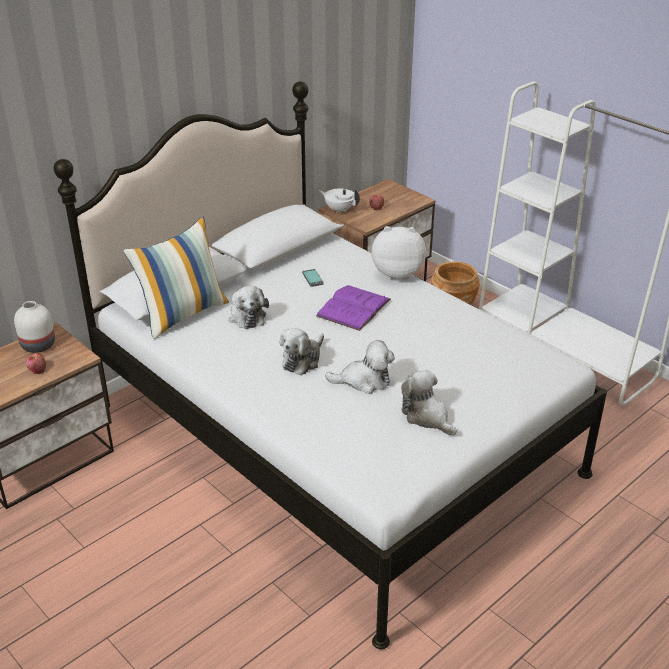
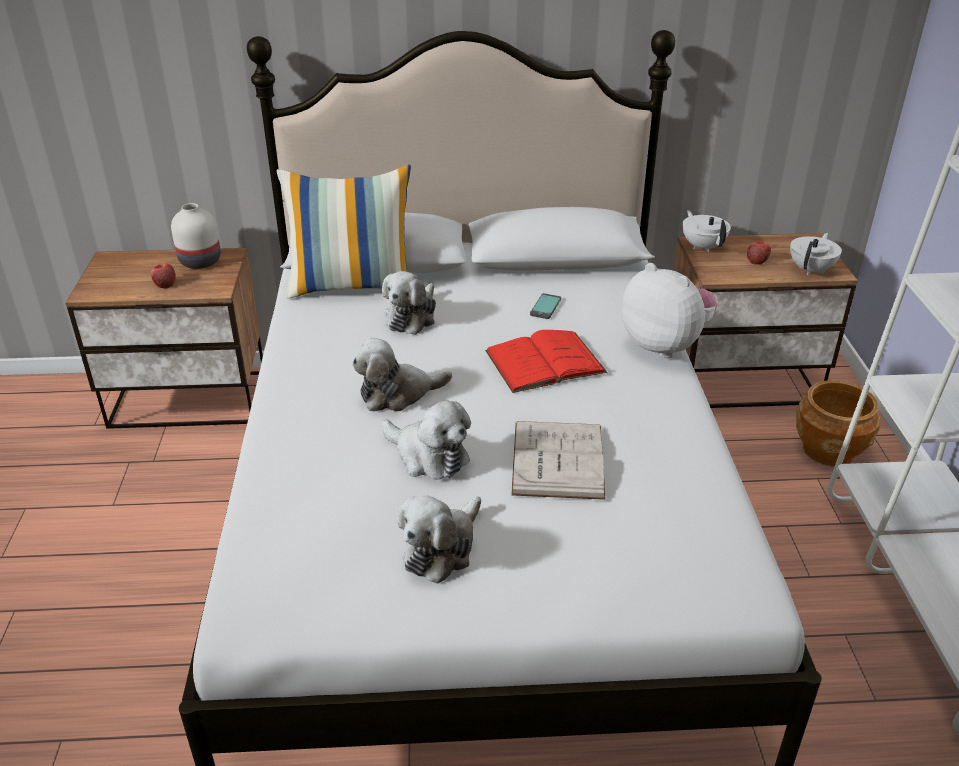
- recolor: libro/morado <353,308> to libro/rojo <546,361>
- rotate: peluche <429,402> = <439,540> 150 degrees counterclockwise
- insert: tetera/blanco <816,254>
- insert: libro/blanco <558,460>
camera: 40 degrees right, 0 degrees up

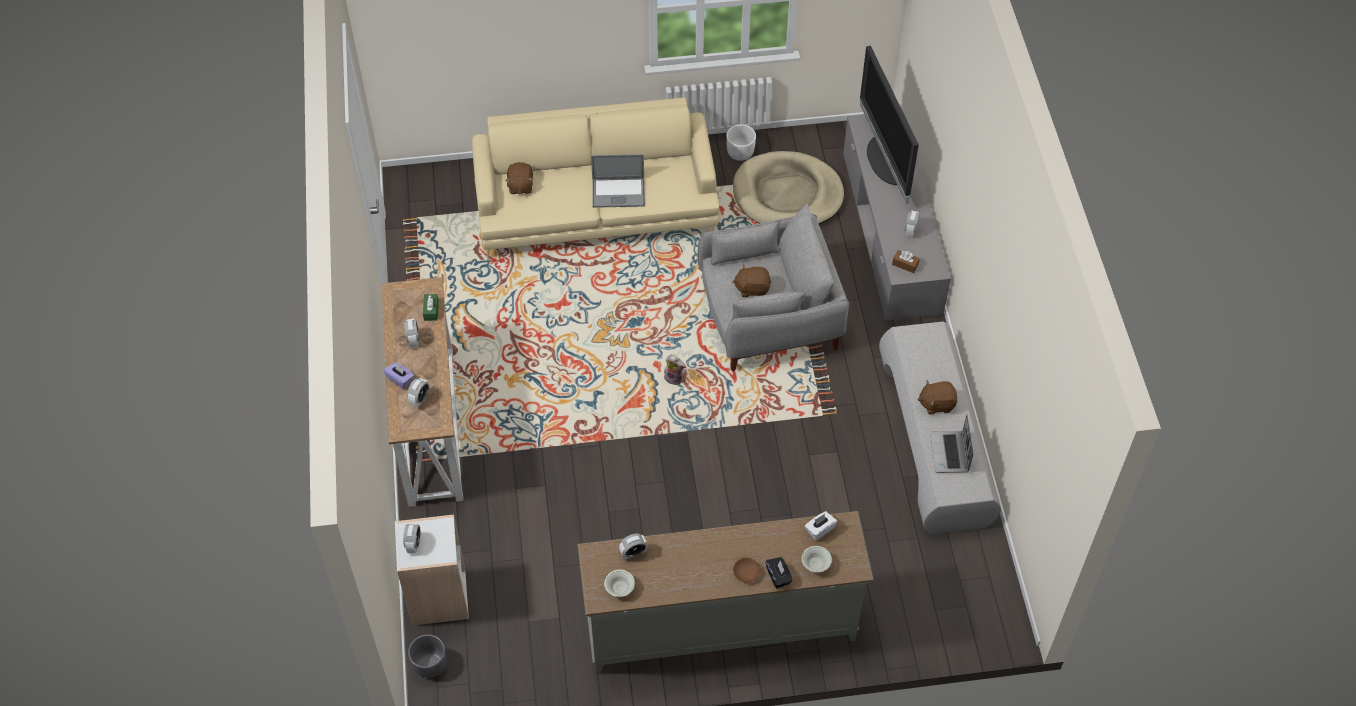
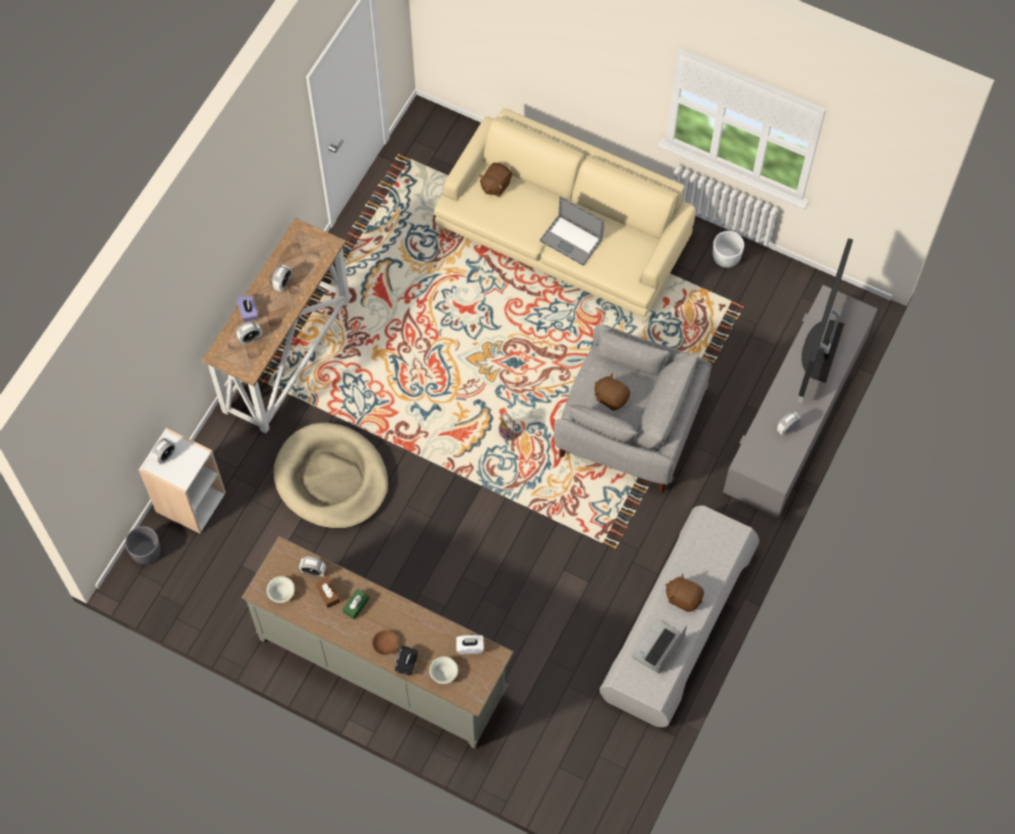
- move: cama para perro/beis <788,188> to <331,475>
- move: caja de pañuelos/marrón <906,261> to <328,592>
- move: caja de pañuelos/verde <431,307> to <356,604>
camera: 35 degrees right, 10 degrees up

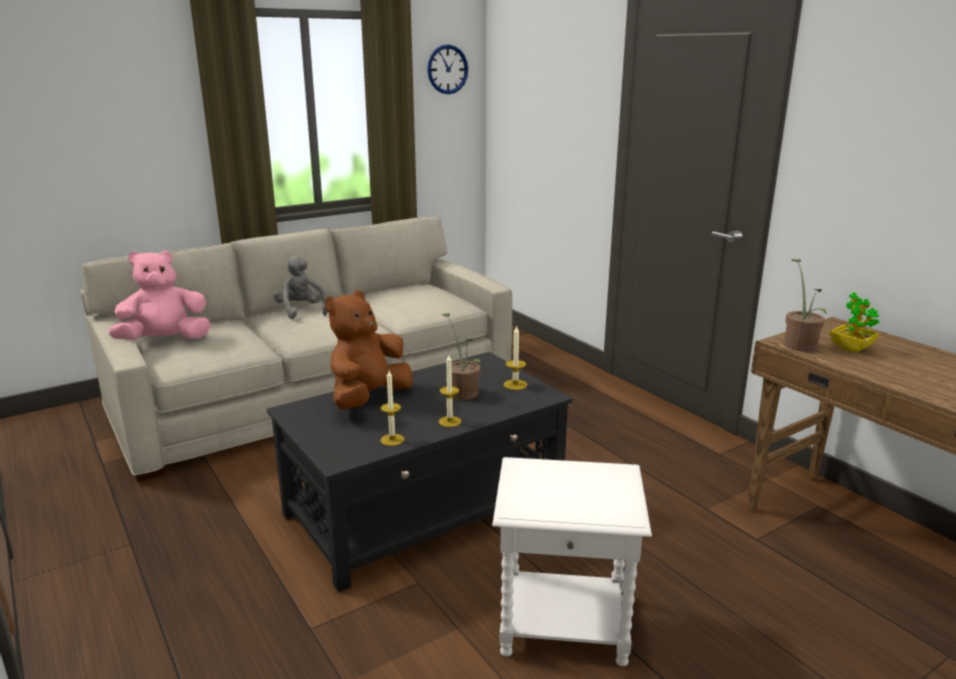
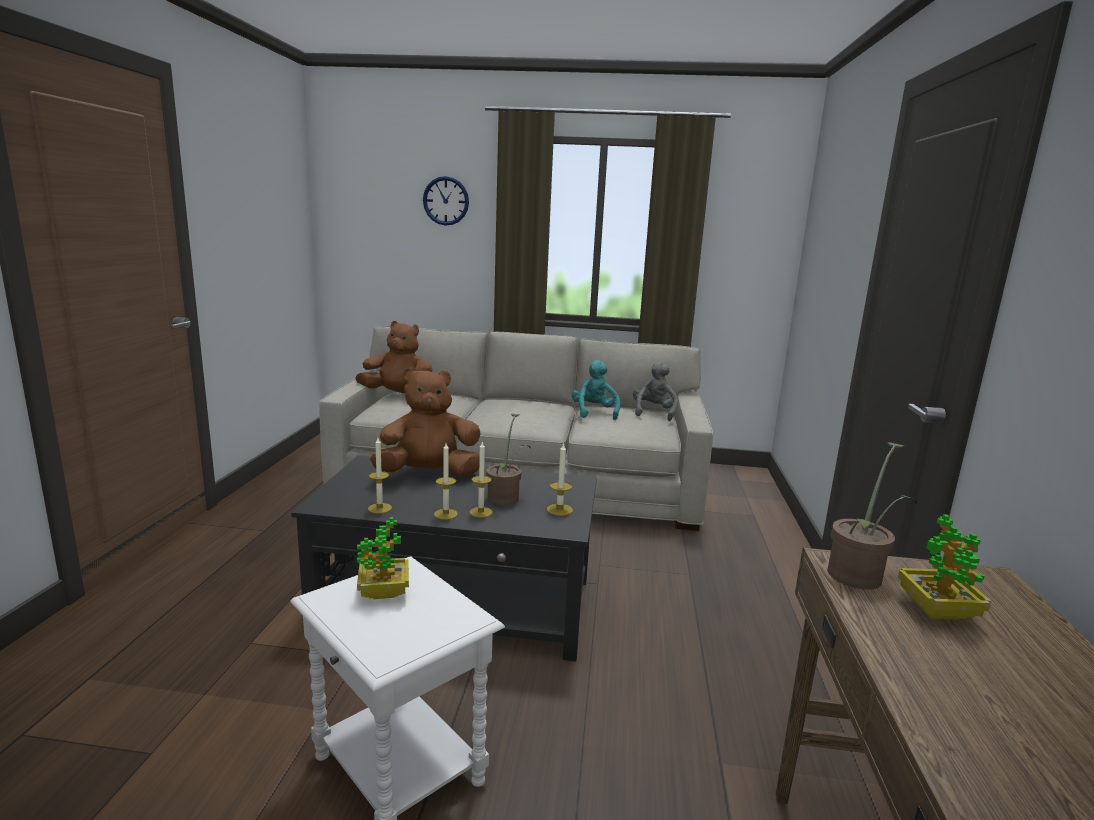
- move: reloj de pared <447,69> to <446,201>
- recolor: peluche/rosa <160,295> to peluche/marrón <394,357>
- move: peluche/gris <300,287> to <655,391>
- insert: peluche/turquesa <595,390>
- insert: vela <481,479>
- insert: planta en maceta <383,558>
camera: 40 degrees right, 5 degrees down

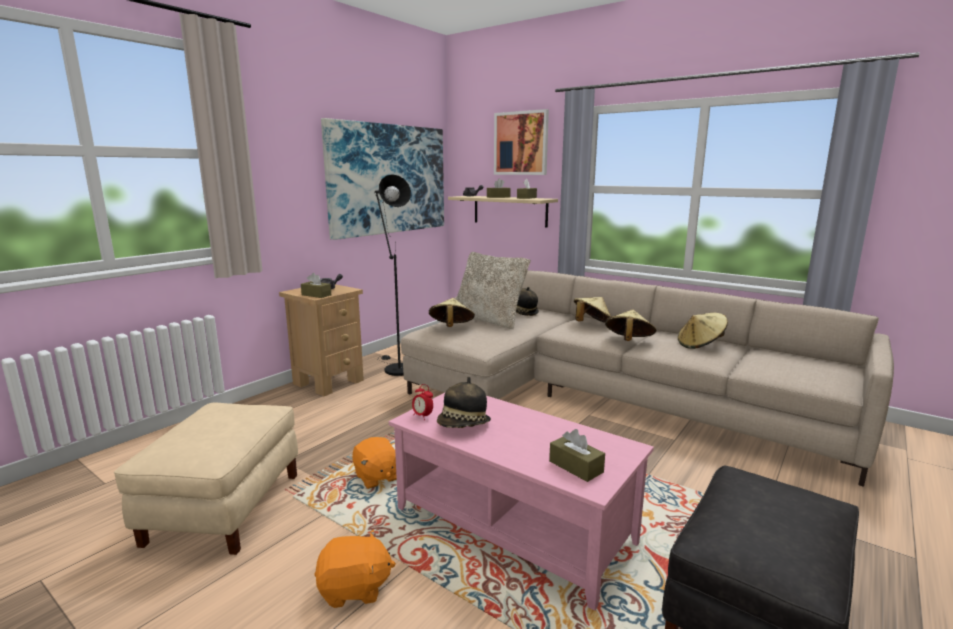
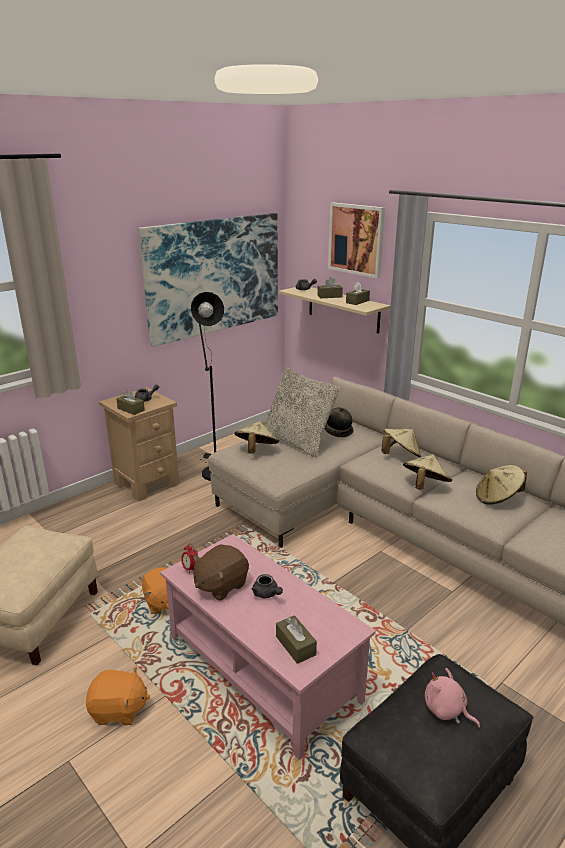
- replace: sombrero <464,402> to peluche/marrón <221,572>
- insert: tetera/gris <267,586>
- insert: peluche/rosa <452,698>
camera: 10 degrees right, 10 degrees up

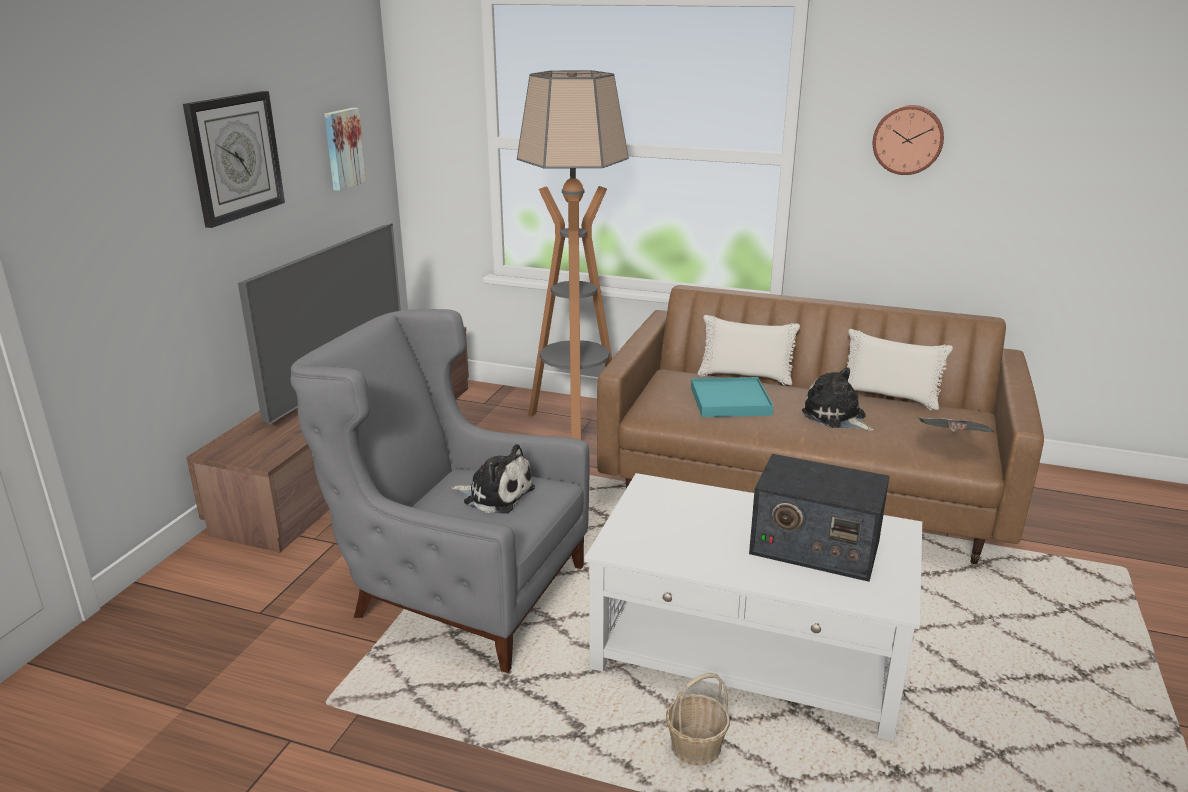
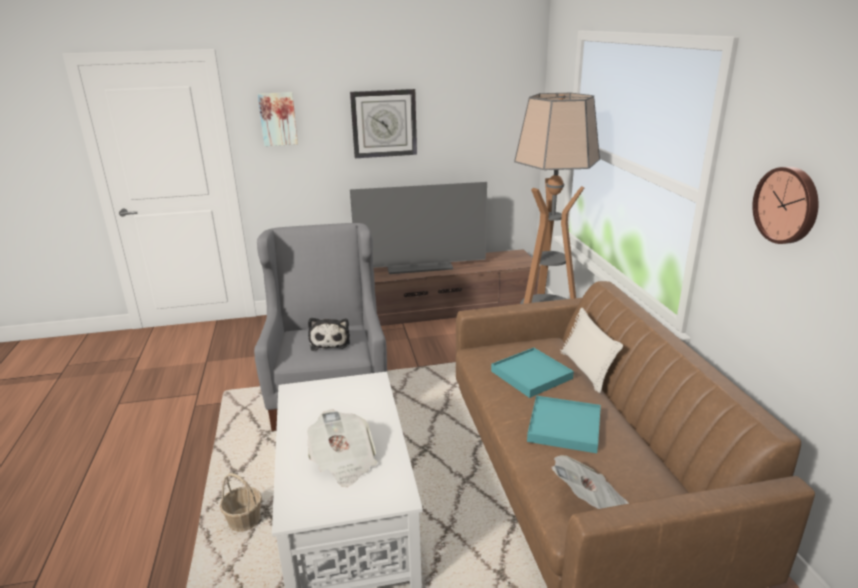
- move: cuadro <345,149> to <278,119>
- delete: cojín/blanco <900,369>
- replace: peluche <838,399> to bandeja/turquesa <564,424>
- replace: radio <819,518> to periódico <342,448>
camera: 60 degrees right, 0 degrees up

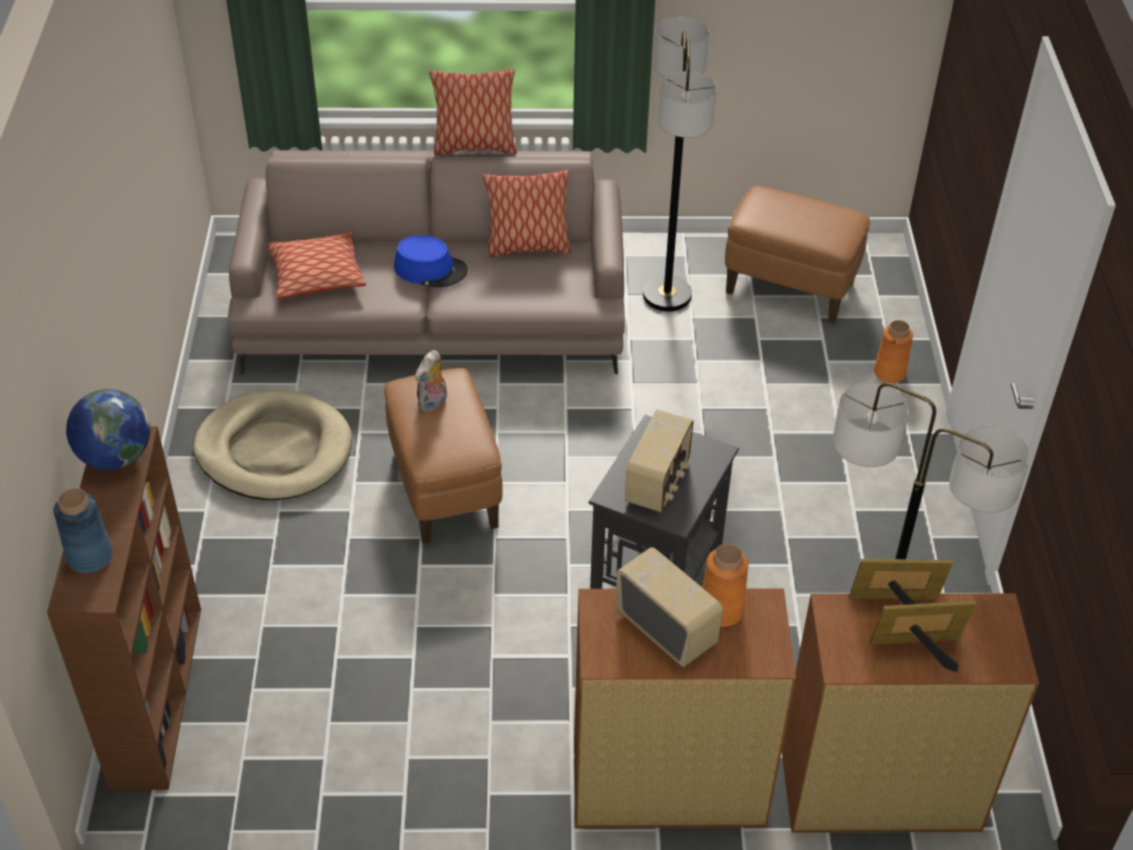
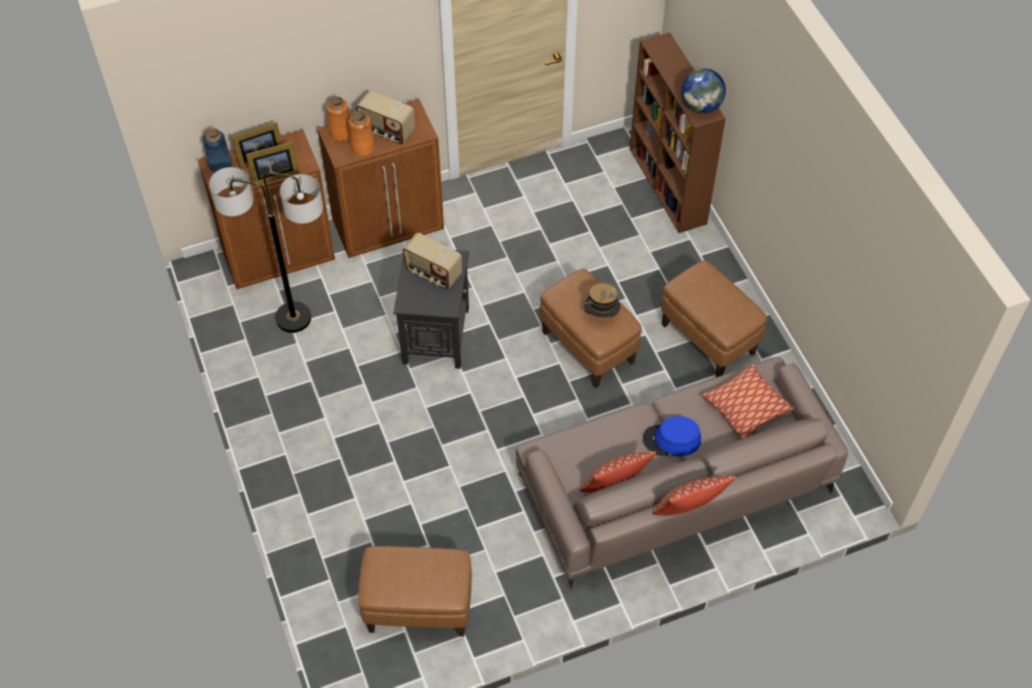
- delete: lámpara de pie <680,164>
- move: florero/naranja <893,351> to <338,118>
- replace: peluche <431,381> to sombrero <602,301>
- replace: cama para perro/beis <272,445> to puf/marrón <714,319>
- rotate: radio <659,461> = <432,261> 60 degrees counterclockwise
- move: florero/azul <83,530> to <217,150>
camera: 160 degrees right, 10 degrees up

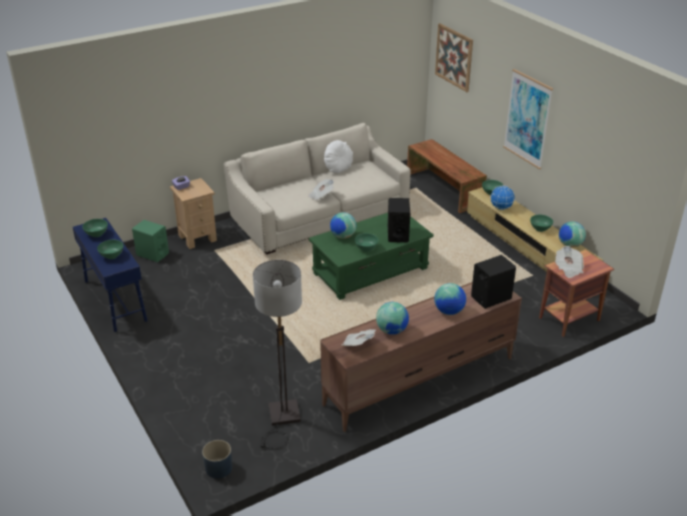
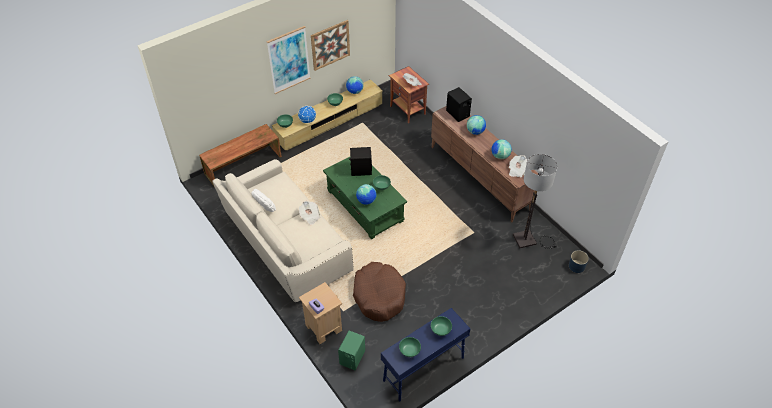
- move: cuadro <454,57> to <330,45>
- insert: cama para perro/marrón <379,292>
camera: 95 degrees left, 15 degrees up

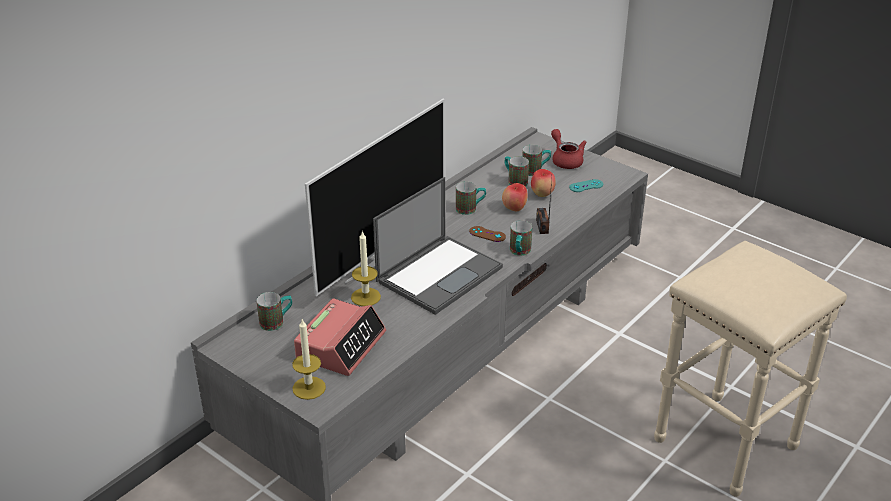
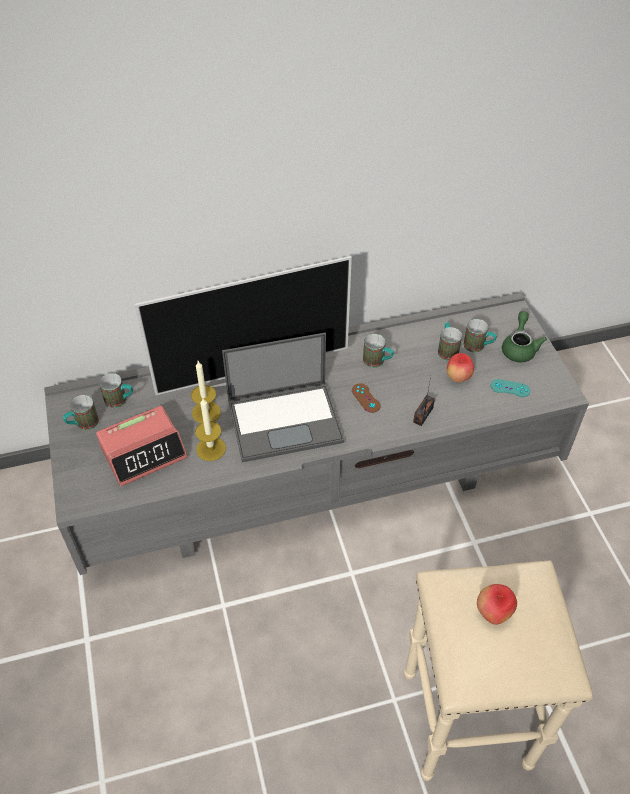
- recolor: tetera/rojo <569,149> to tetera/verde <524,336>
- move: manzana <515,197> to <497,604>
- move: taza grande <521,238> to <81,412>
- move: vela <309,359> to <210,429>
camera: 35 degrees right, 15 degrees up

